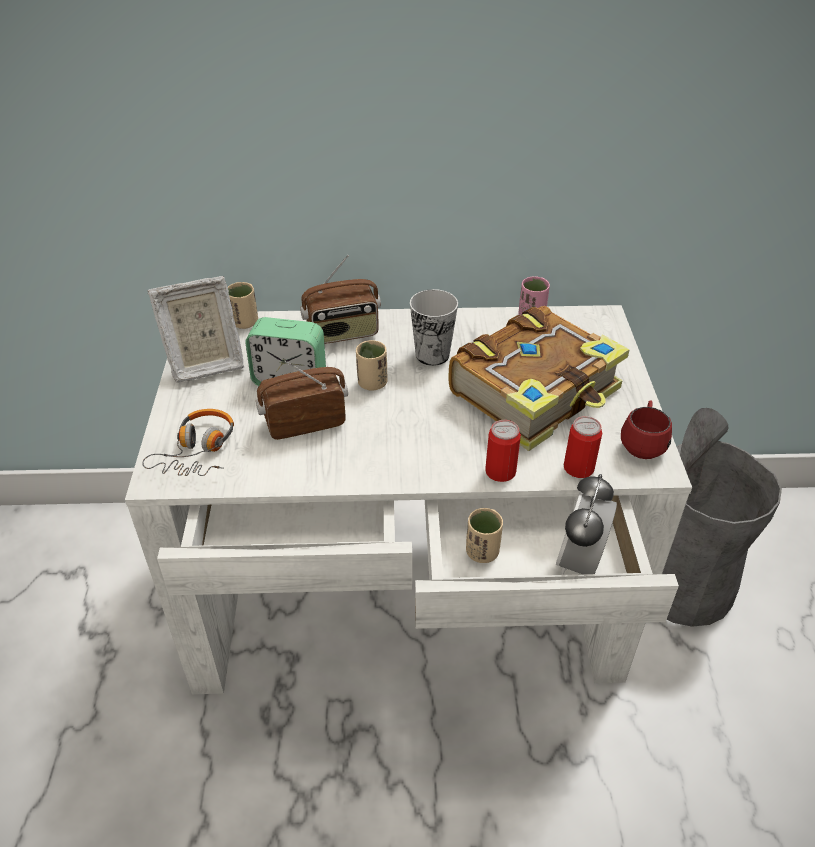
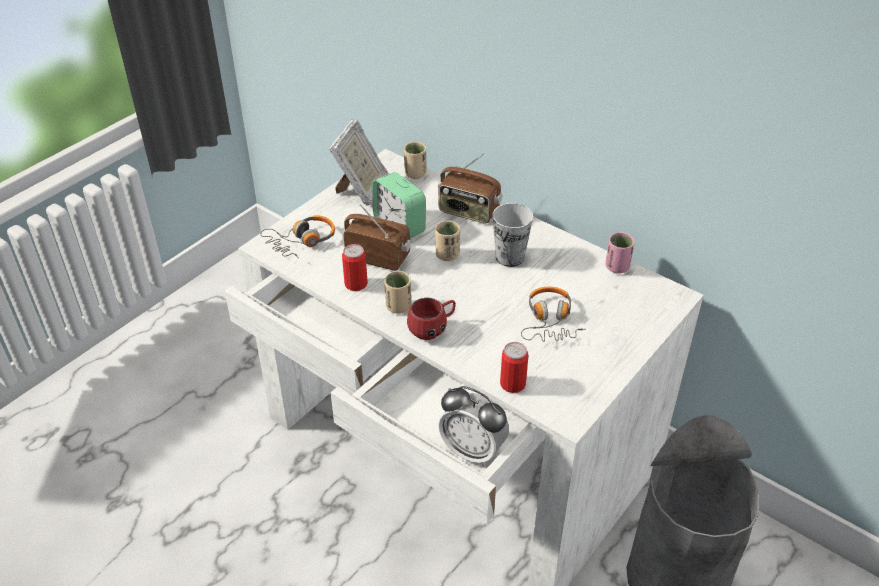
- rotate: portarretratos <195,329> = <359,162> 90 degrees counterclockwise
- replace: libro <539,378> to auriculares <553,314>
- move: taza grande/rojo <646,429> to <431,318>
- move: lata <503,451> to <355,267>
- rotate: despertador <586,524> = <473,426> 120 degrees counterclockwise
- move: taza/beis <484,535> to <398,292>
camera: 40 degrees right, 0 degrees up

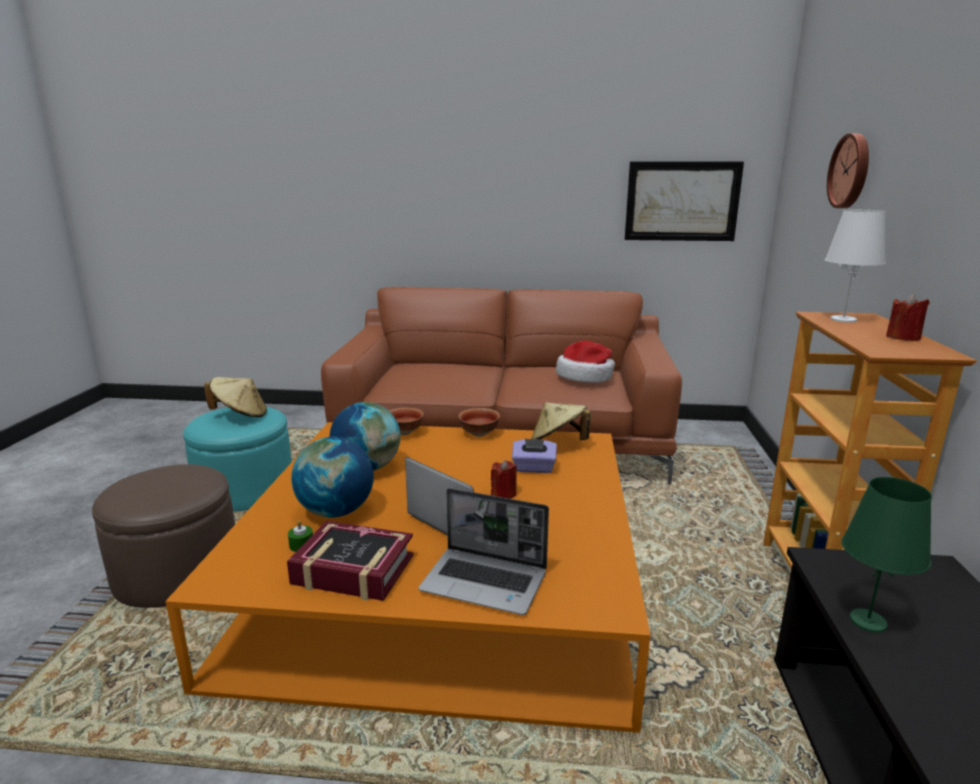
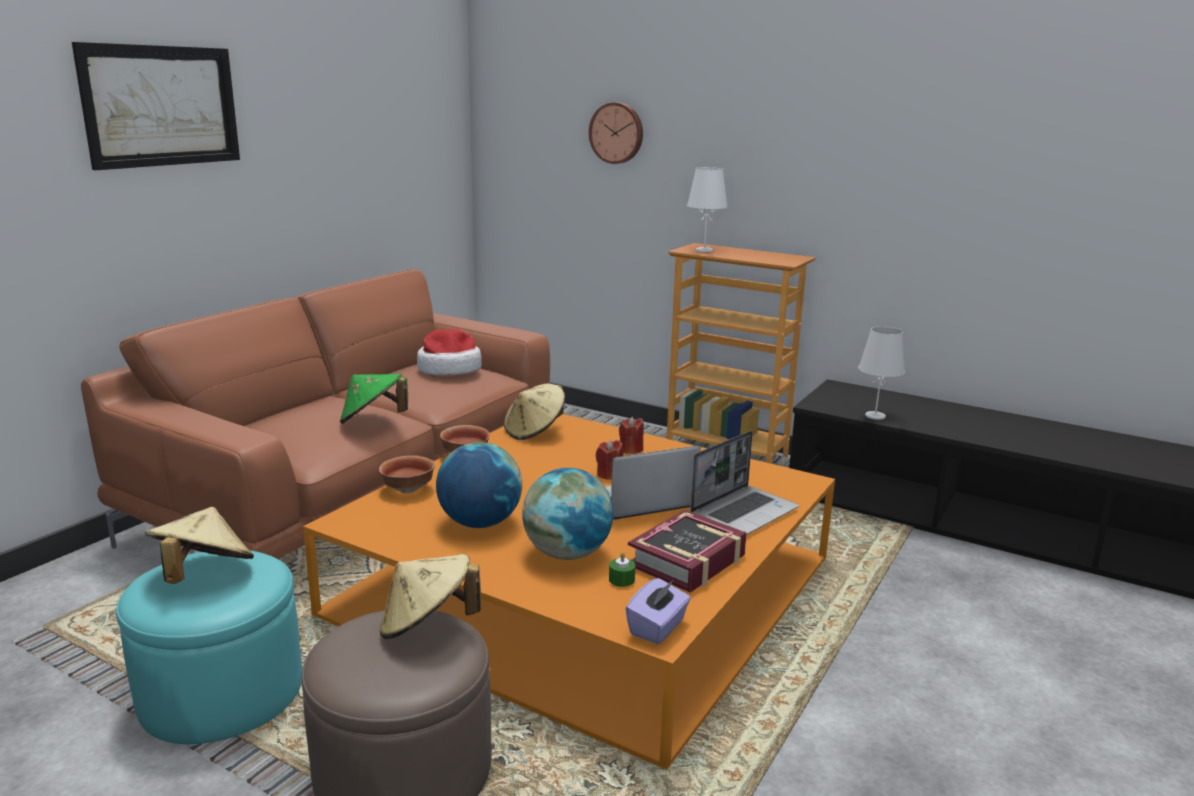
- move: cuadro <684,201> to <156,106>
- move: vela/rojo <907,317> to <631,435>
- move: caja de pañuelos/morado <534,456> to <658,611>
- recolor: lámpara de mesa/verde <886,555> to lámpara de mesa/blanco <881,373>
- insert: sombrero/verde <374,399>
- insert: sombrero/beis <430,596>
camera: 65 degrees left, 0 degrees up

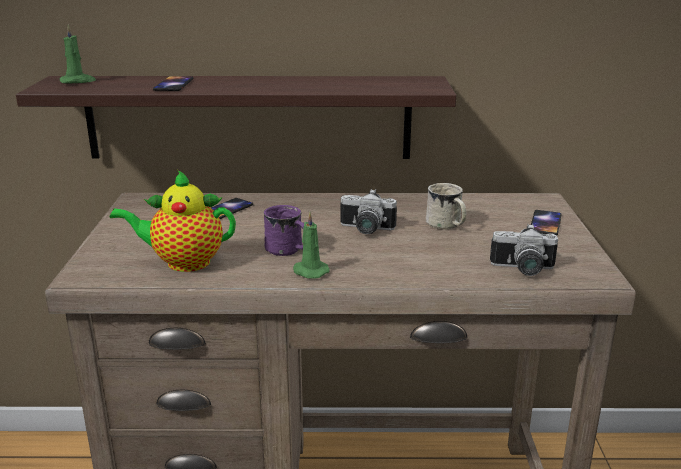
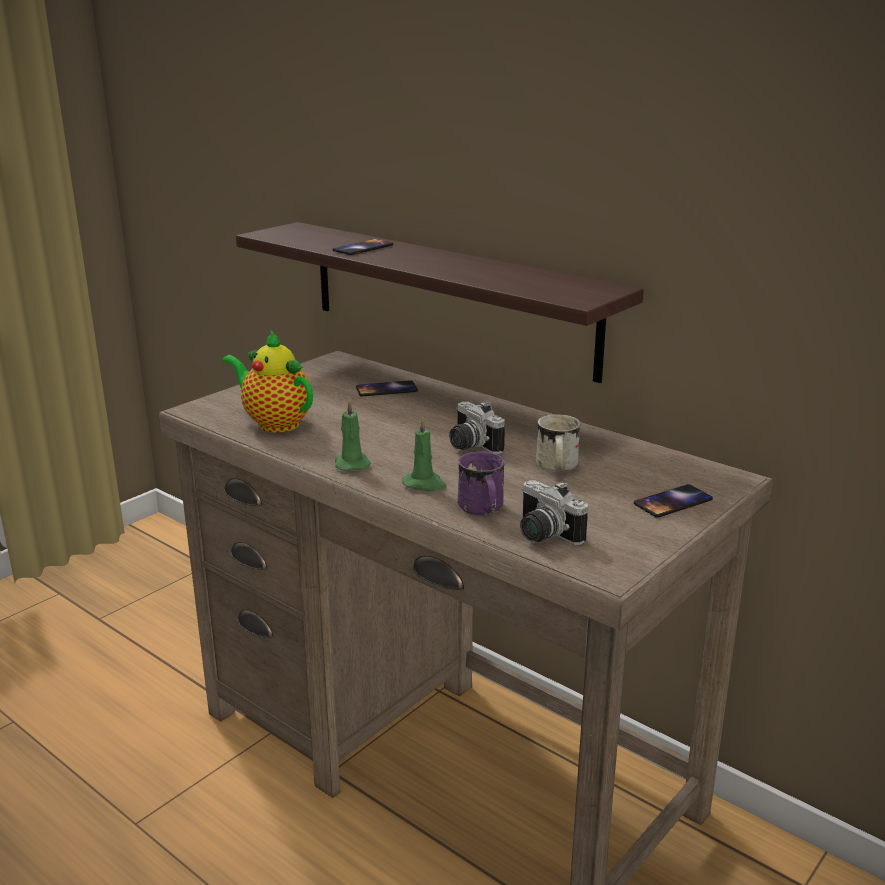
- move: vela/verde <78,54> to <424,454>
- move: taza grande/morado <284,230> to <481,483>
camera: 40 degrees right, 0 degrees up

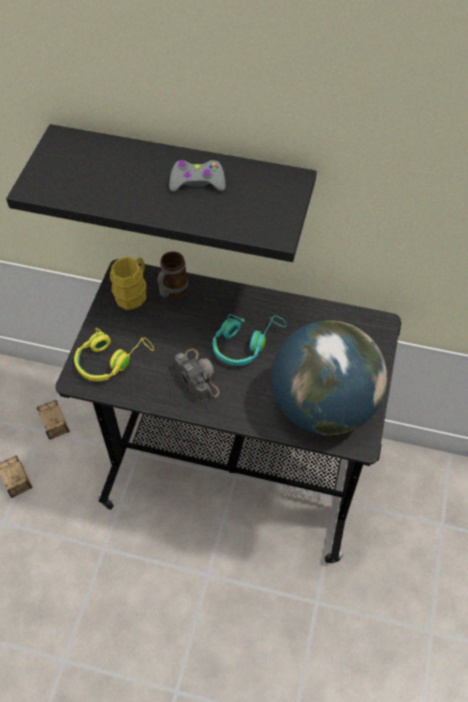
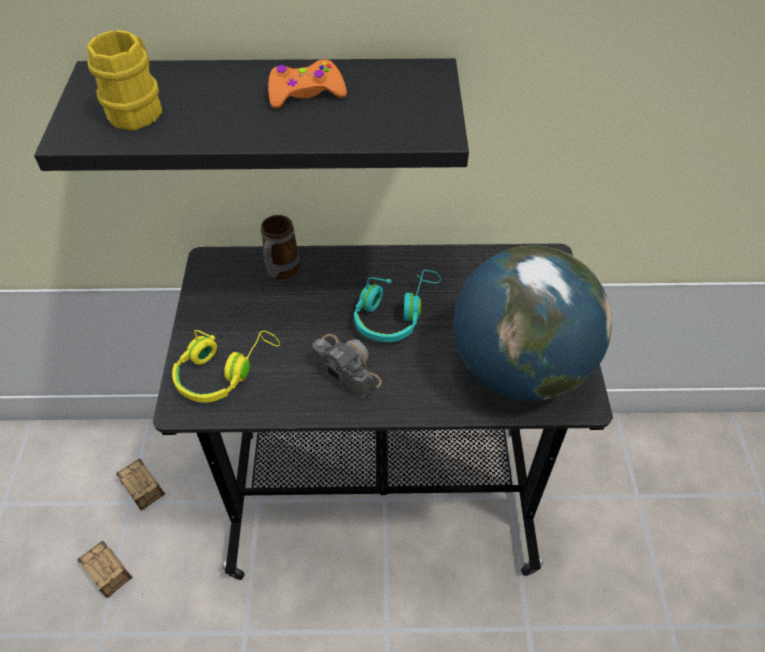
- recolor: mando de consola/gris <197,176> to mando de consola/naranja <307,84>
- move: taza grande/amarillo <128,283> to <124,80>
camera: 15 degrees left, 5 degrees down

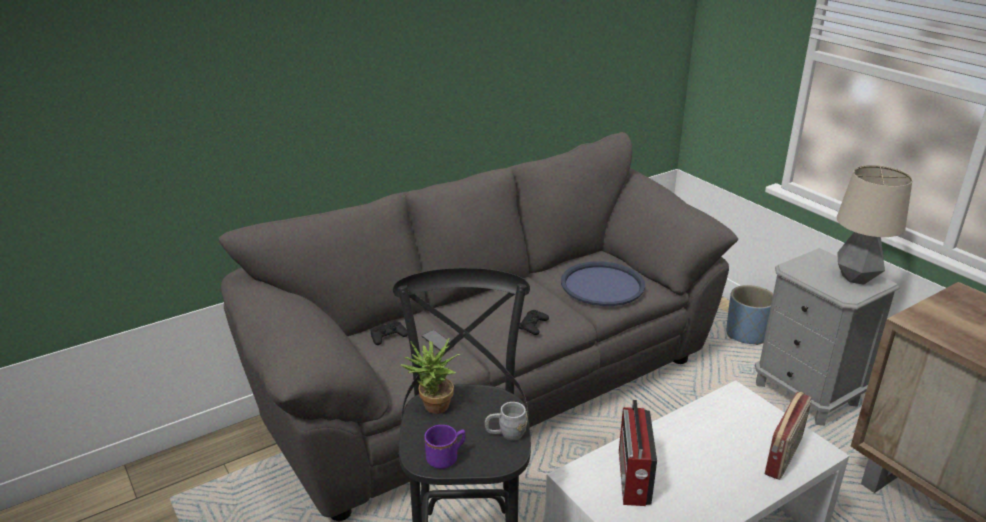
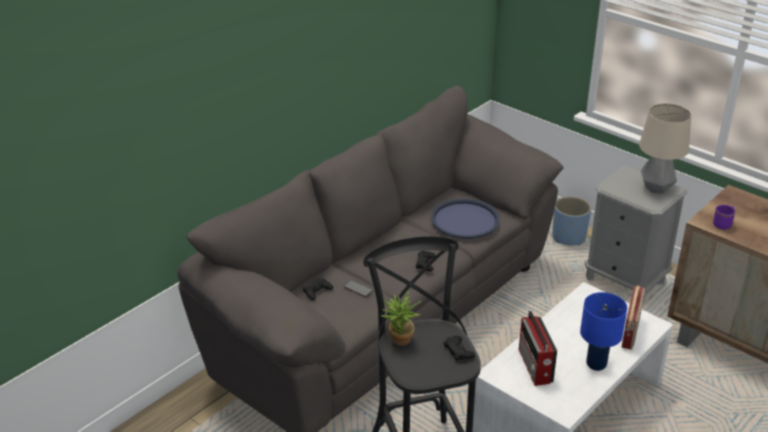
- replace: taza grande/gris <506,421> to mando de consola/negro <459,348>
- move: taza grande/morado <445,447> to <724,217>
- insert: lámpara de mesa/azul <603,331>
camera: 15 degrees left, 5 degrees up

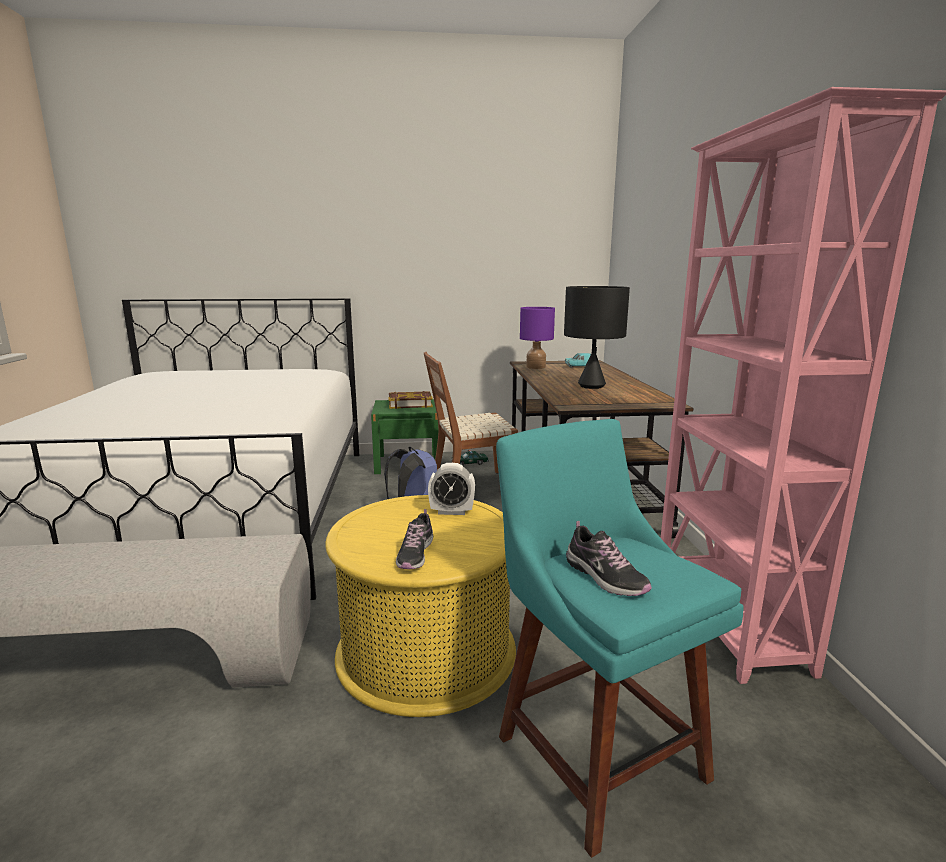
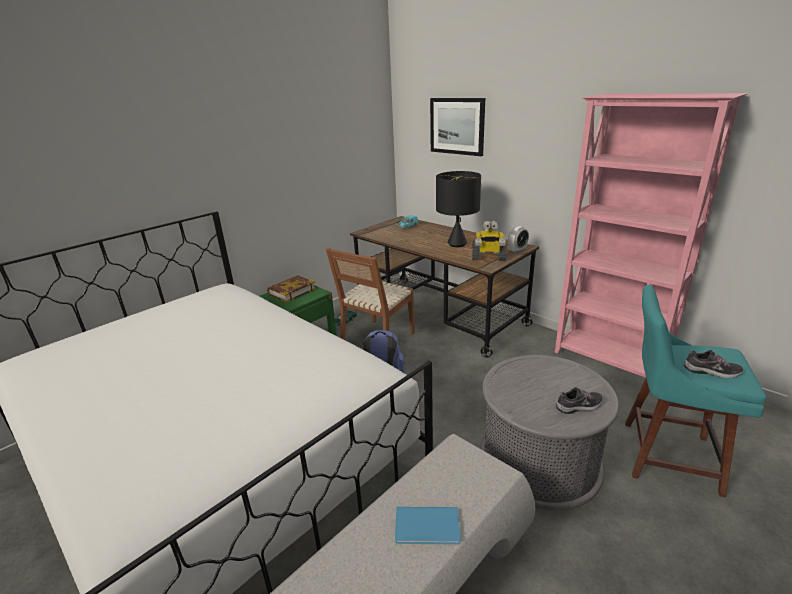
- delete: lámpara de mesa/morado <537,338>
- move: despertador <451,489> to <518,239>
- recolor: mesa de centro/amarillo <420,606> to mesa de centro/gris <549,432>
- rotate: zapato <414,539> = <579,400> 75 degrees counterclockwise
- insert: cuadro <457,127>
- insert: robot de juguete <489,240>
- insert: libro/azul <428,526>
camera: 40 degrees left, 10 degrees up

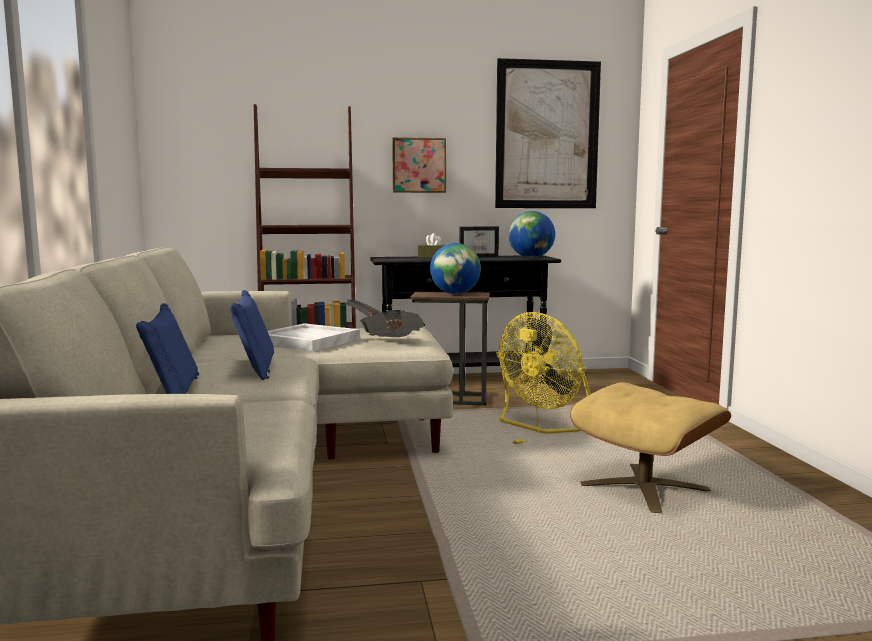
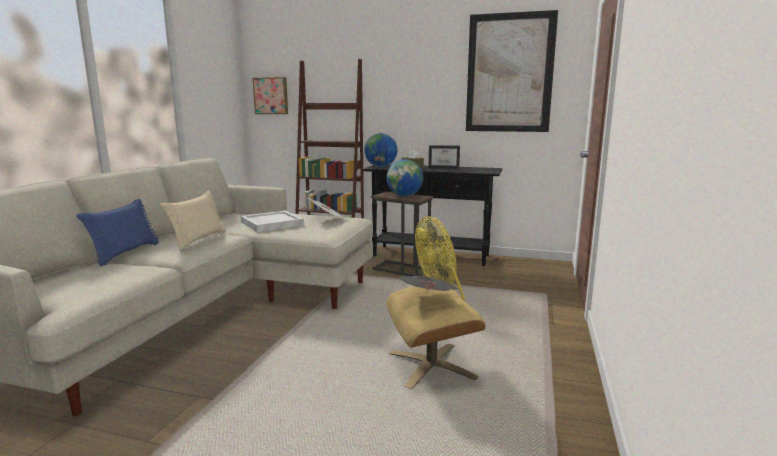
- move: cuadro <419,165> to <270,95>
- move: globo terráqueo <532,234> to <380,150>
- recolor: cojín/azul <252,335> to cojín/beis <193,221>
- move: periódico <392,323> to <427,283>
camera: 25 degrees right, 5 degrees up

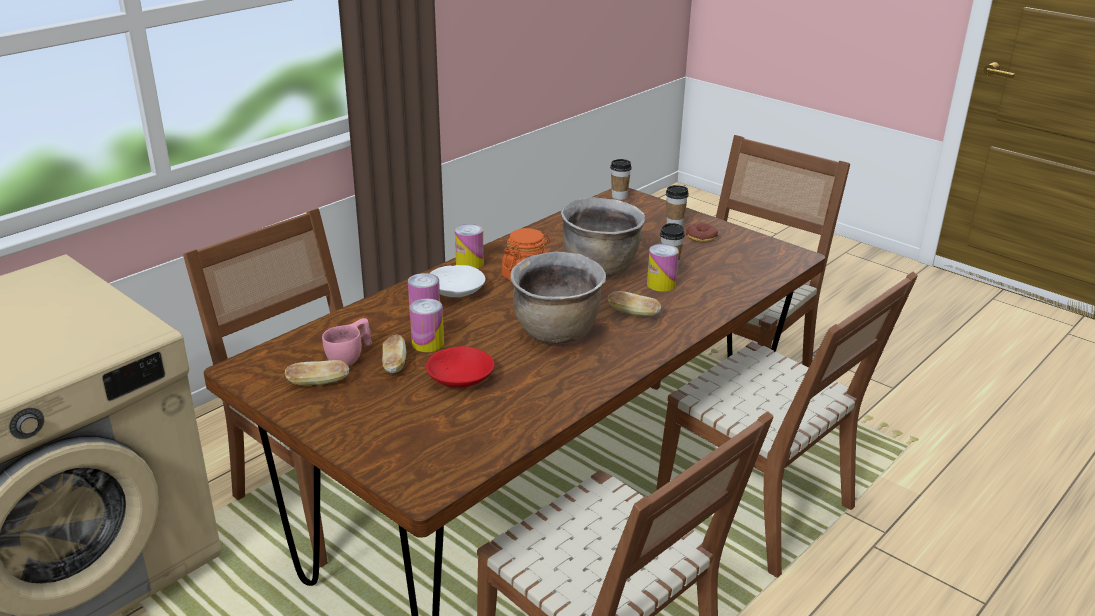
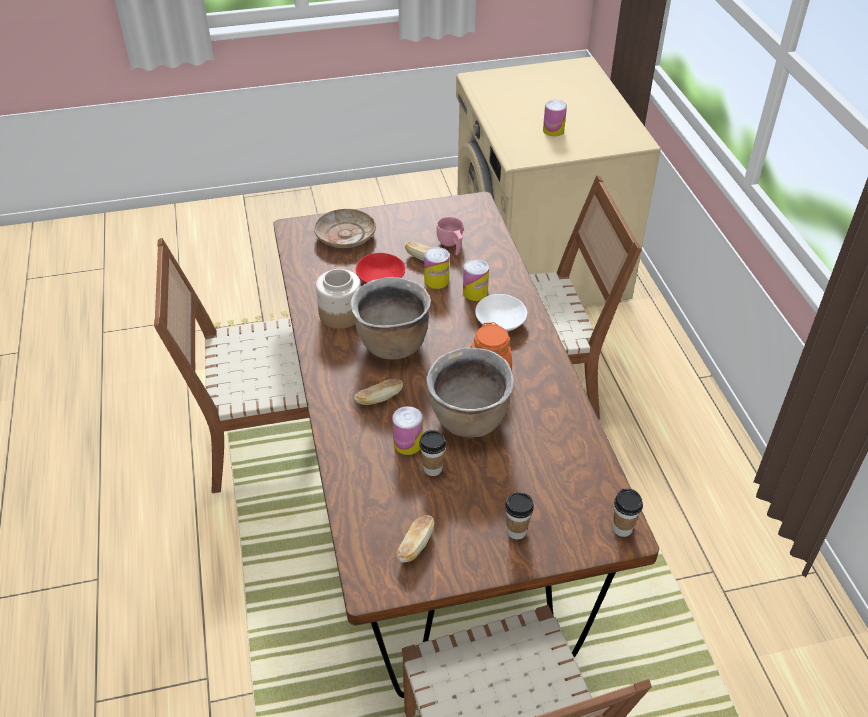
- delete: rosquilla <702,233>
- move: lata <469,246> to <555,118>
- delete: silla <787,425>
- move: pan <317,373> to <415,538>
- insert: plato/beis <345,228>
- insert: tarro <338,299>
camera: 125 degrees right, 15 degrees up

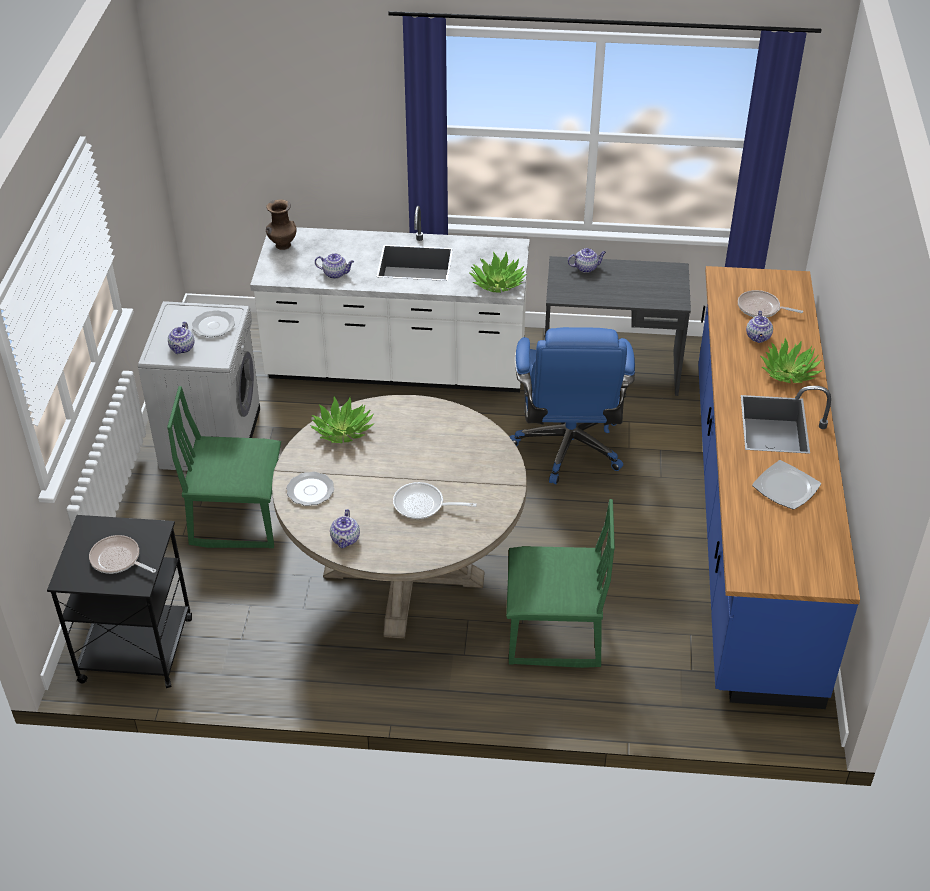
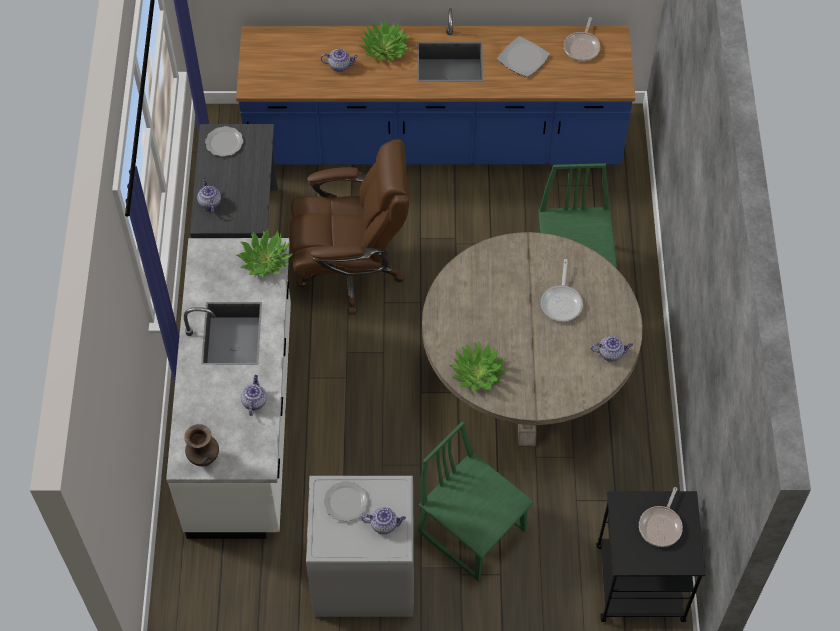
- move: sartén <770,303> to <582,39>
- recolor: silla de oficina/azul <572,405> to silla de oficina/marrón <349,227>
- rotate: silla/verde <224,467> = <476,501> 135 degrees clockwise
- move: plato <310,489> to <224,141>
camera: 95 degrees left, 15 degrees up

